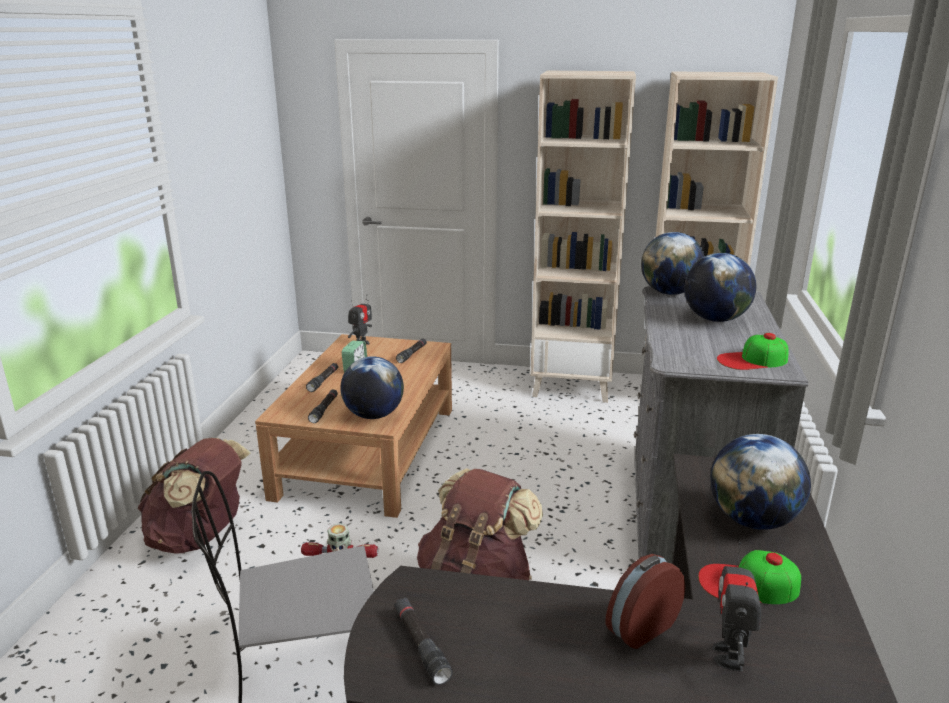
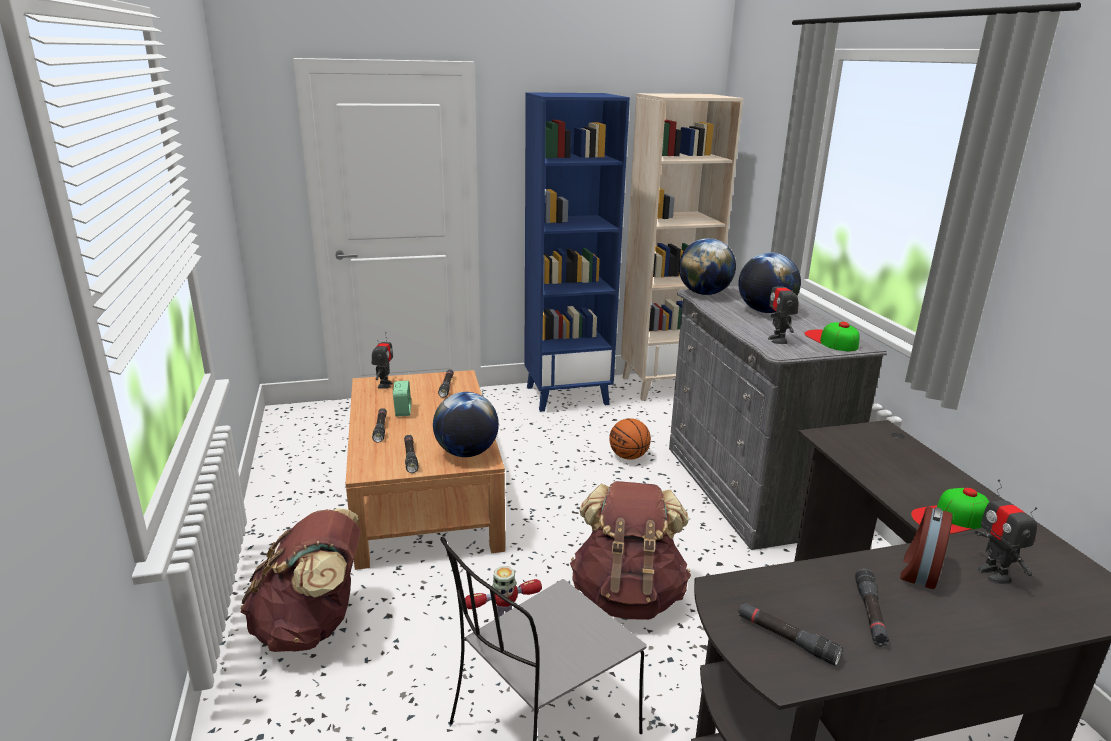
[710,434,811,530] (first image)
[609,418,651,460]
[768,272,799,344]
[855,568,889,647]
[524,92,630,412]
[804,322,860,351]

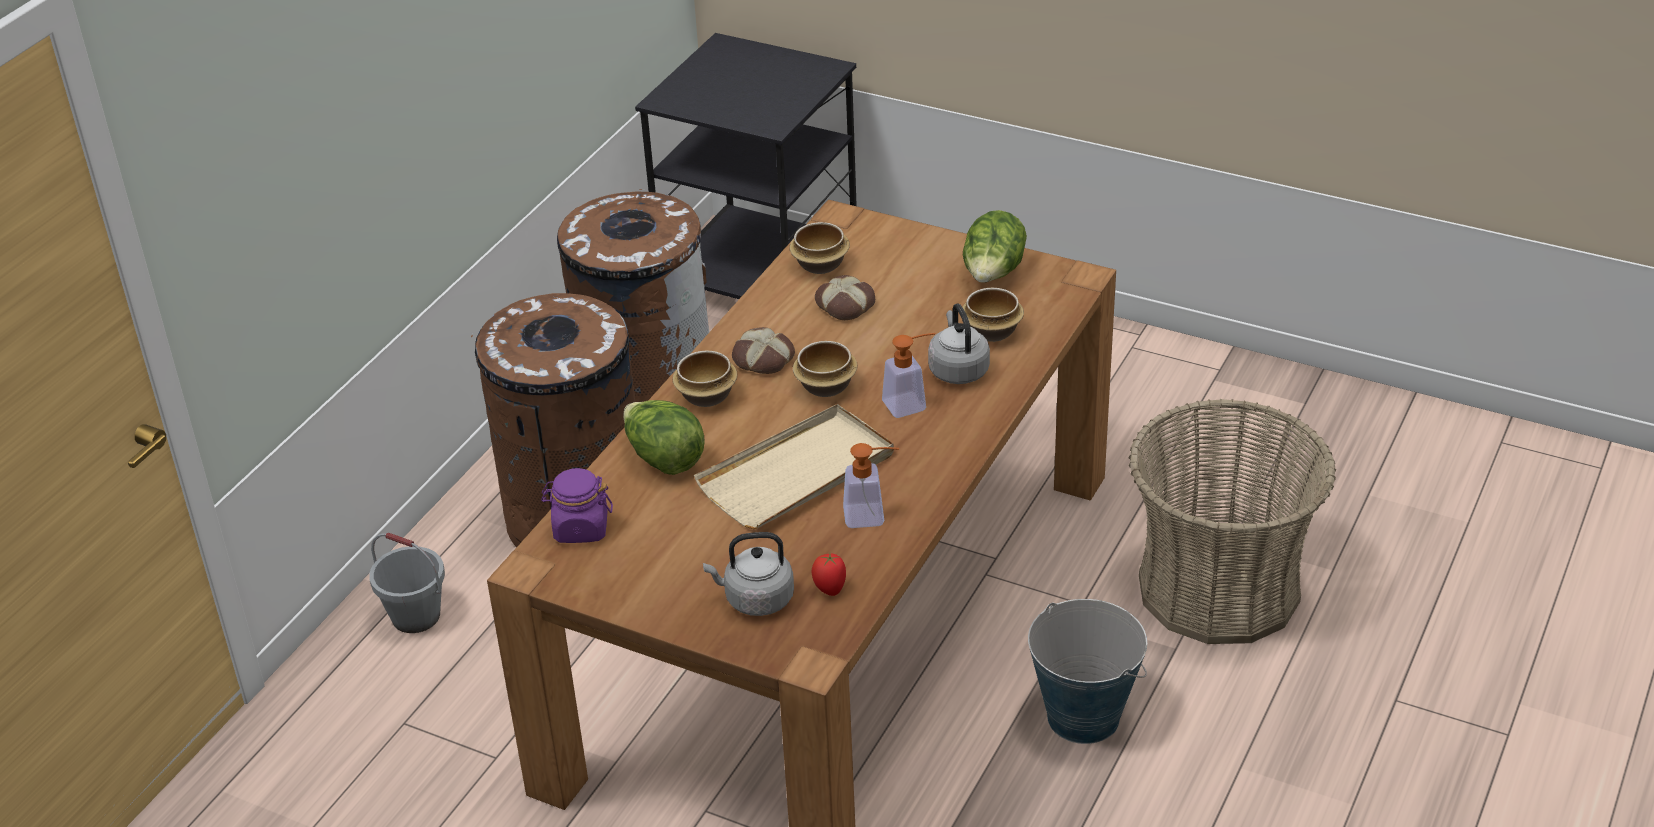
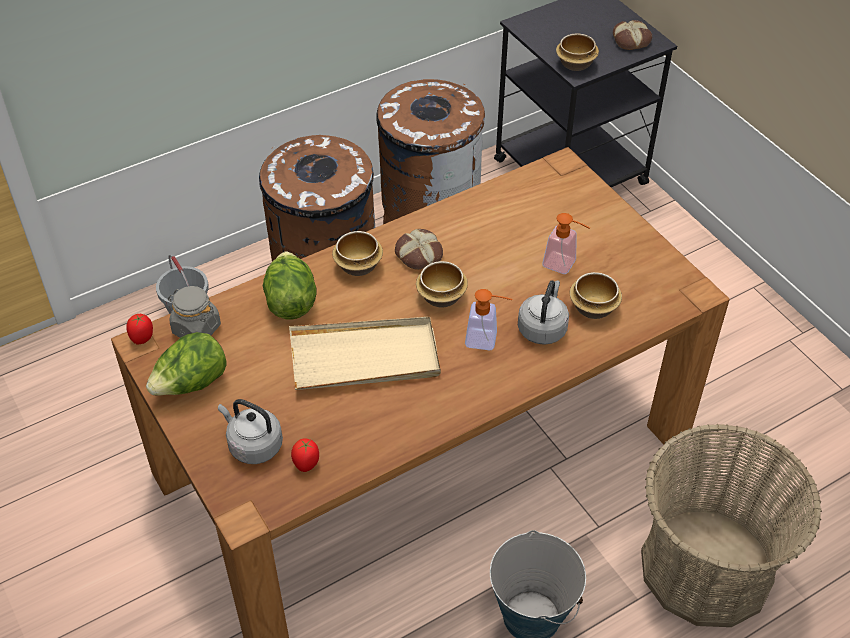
[126,314,153,345]
[556,34,599,71]
[613,20,652,50]
[542,213,590,274]
[146,332,227,396]
[168,286,221,338]

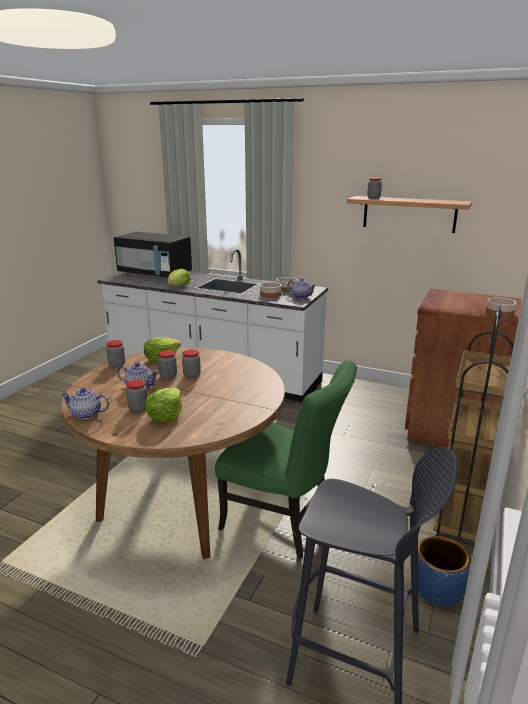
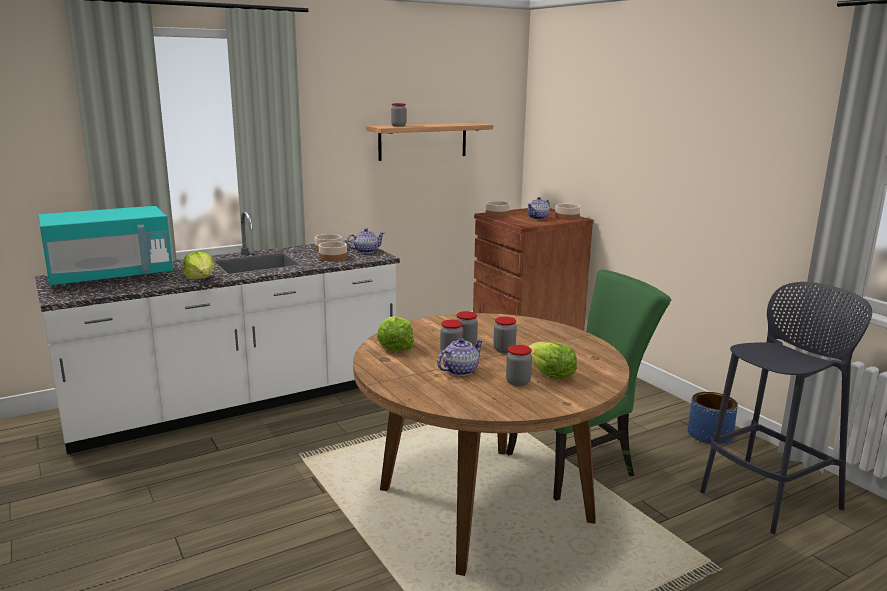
[433,305,513,545] (first image)
[486,201,510,217]
[527,197,550,220]
[493,317,517,353]
[38,206,173,286]

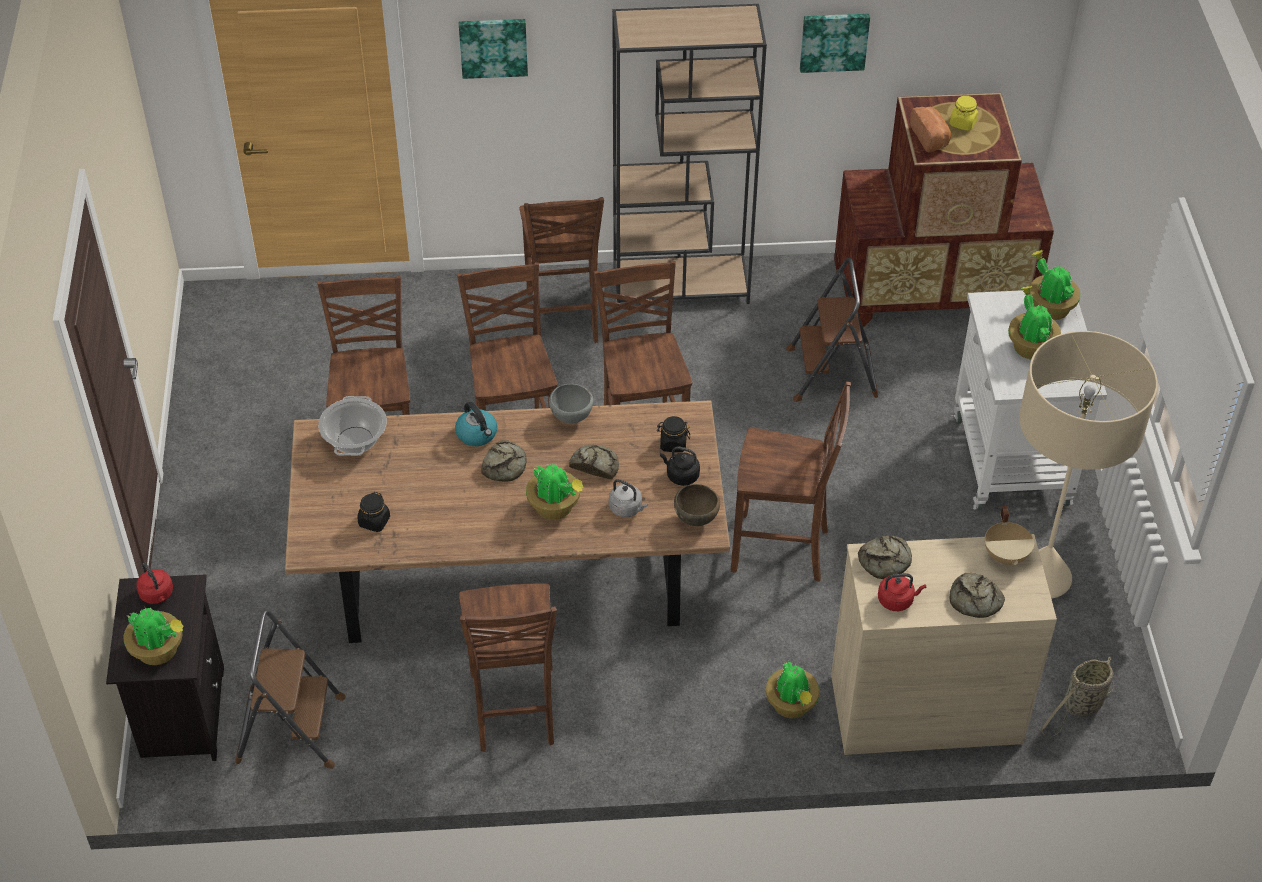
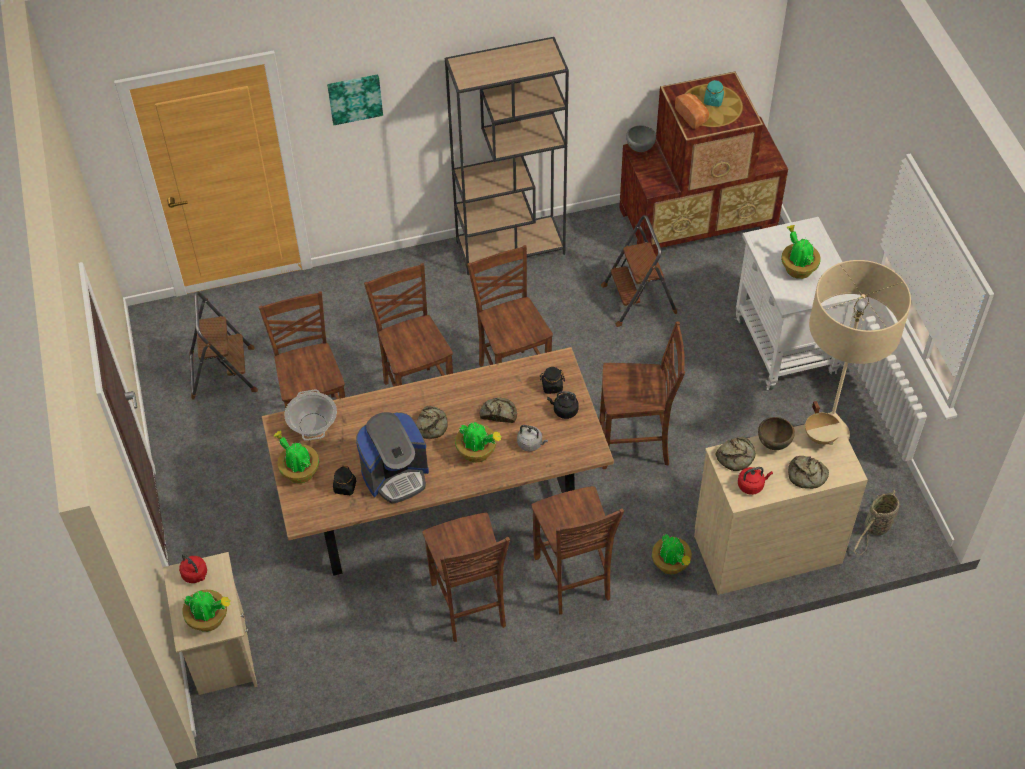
[455,402,497,446] (first image)
[800,14,870,73] (first image)
[356,412,429,504]
[189,291,258,400]
[531,486,624,615]
[626,125,656,152]
[758,417,795,450]
[273,431,319,483]
[163,552,258,695]
[704,80,724,107]

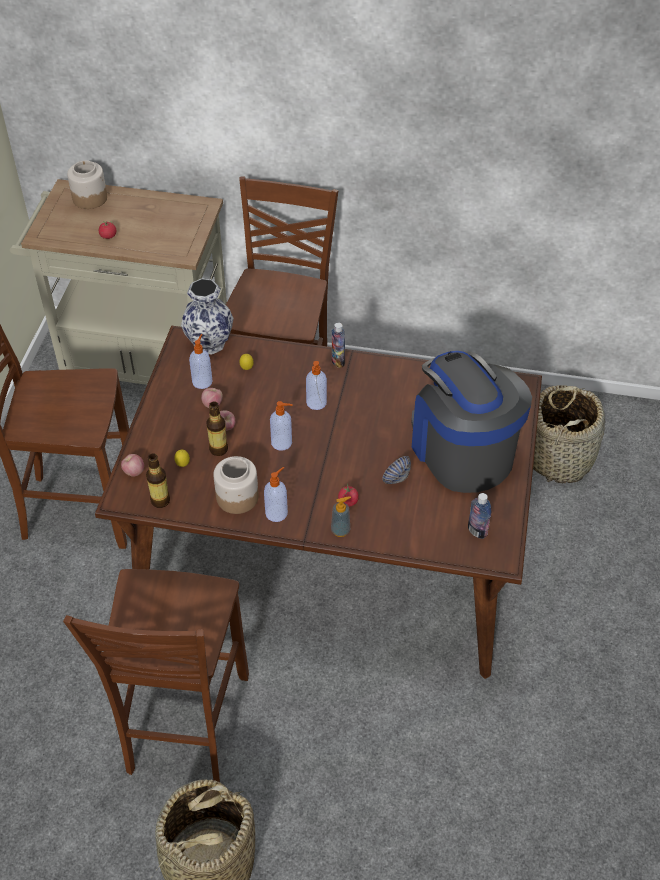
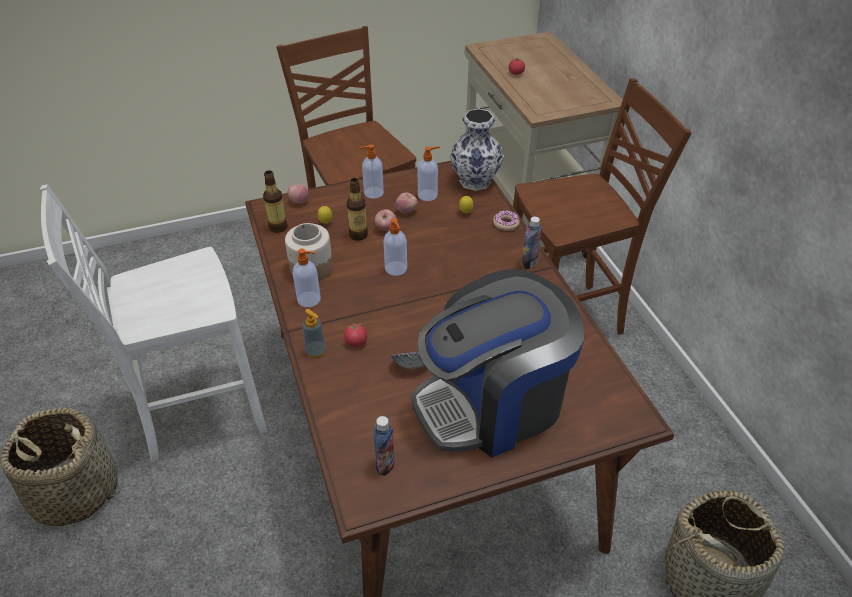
[67,160,107,209] (first image)
[493,210,520,231]
[359,144,384,199]
[40,184,267,462]
[411,269,584,457]

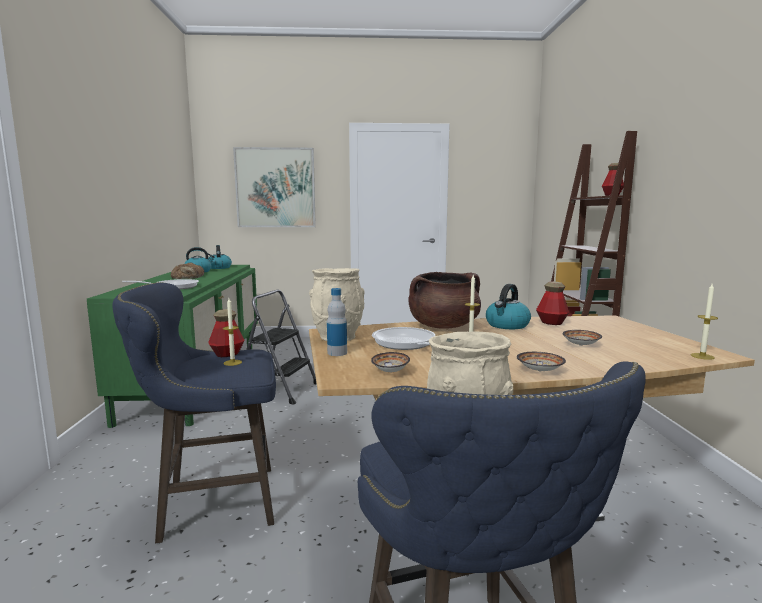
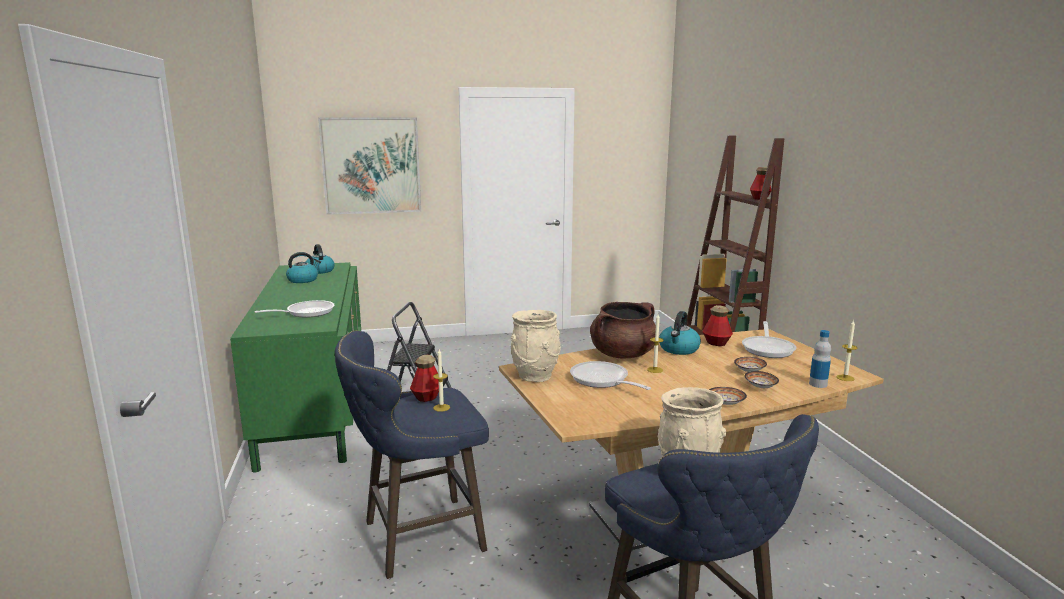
[171,263,204,279] (first image)
[742,321,796,358]
[809,330,831,388]
[745,371,779,388]

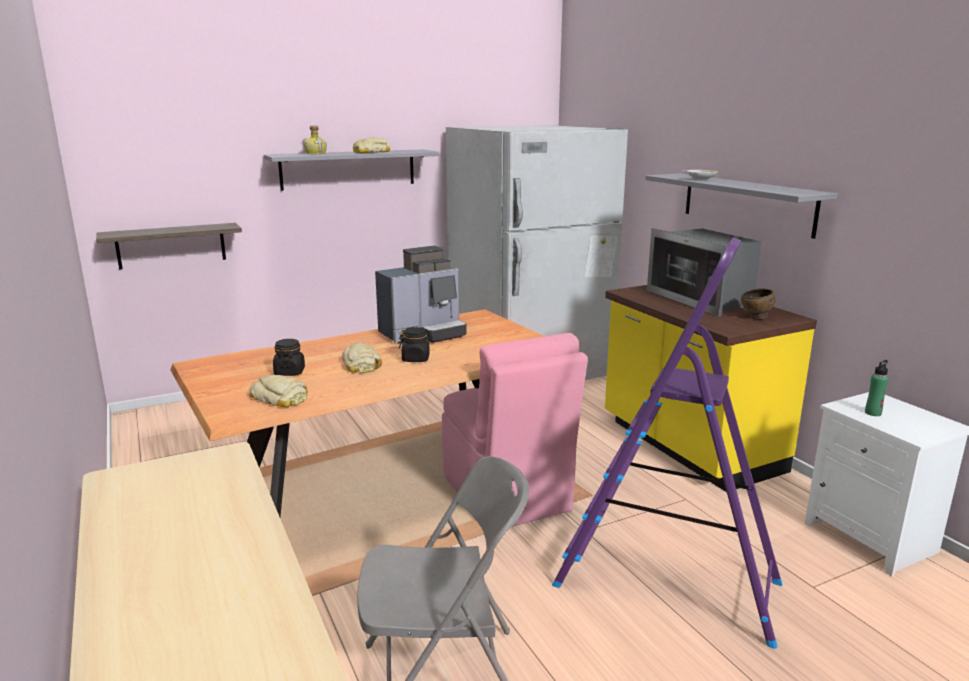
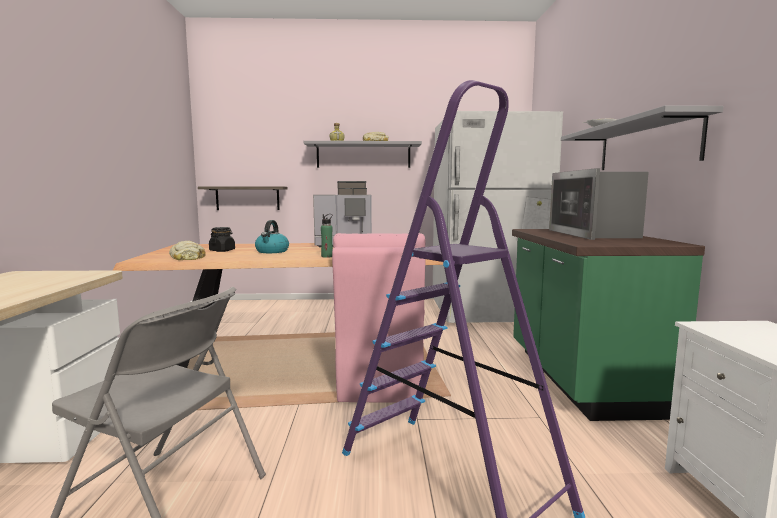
[398,327,433,362] (first image)
[741,288,776,319] (first image)
[321,214,333,258]
[255,220,289,253]
[512,229,705,421]

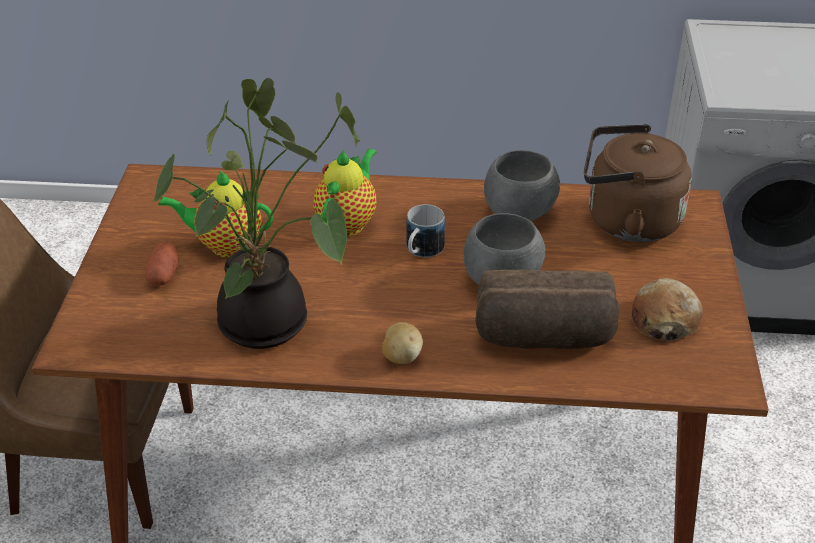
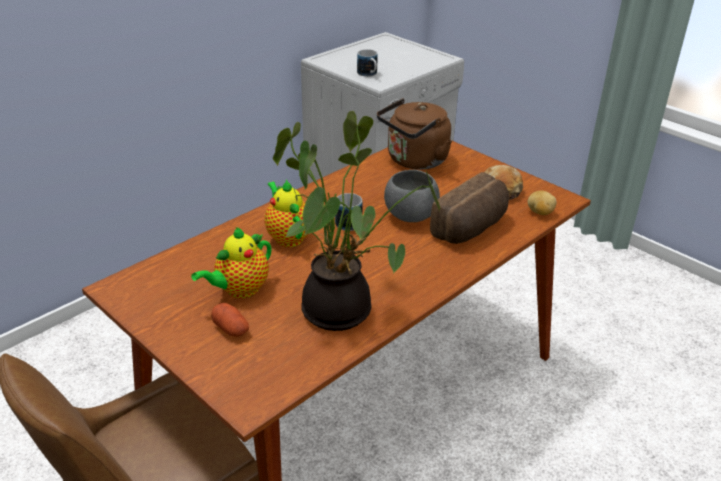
[484,150,560,221] (first image)
[357,49,377,77]
[528,191,557,215]

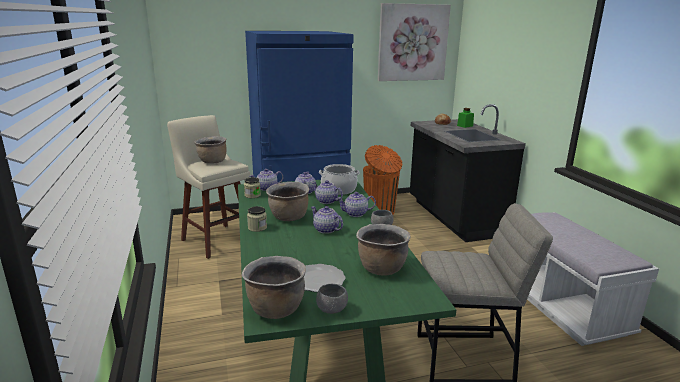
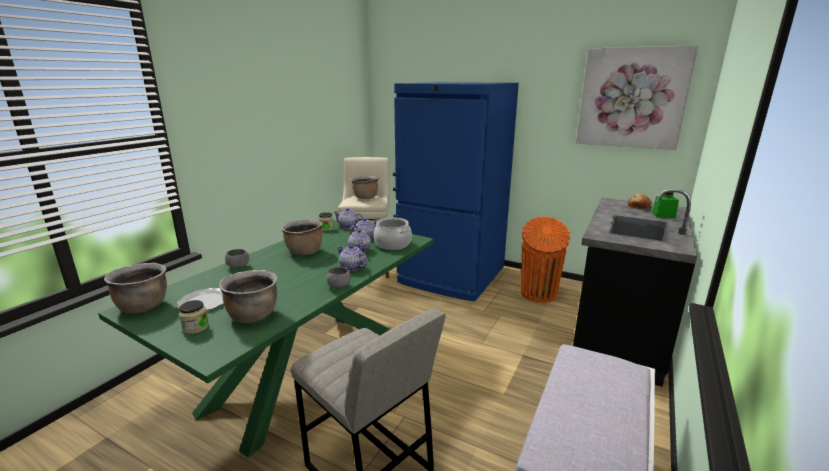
[311,206,343,234] (first image)
[179,300,209,334]
[225,249,249,268]

